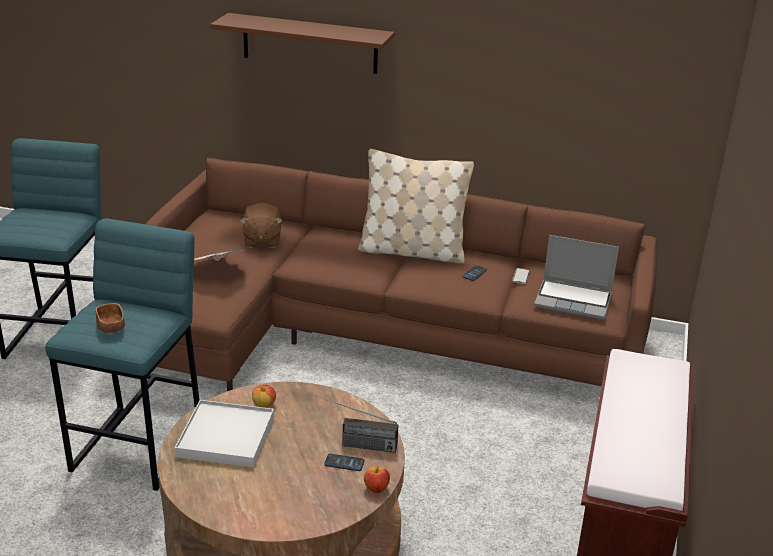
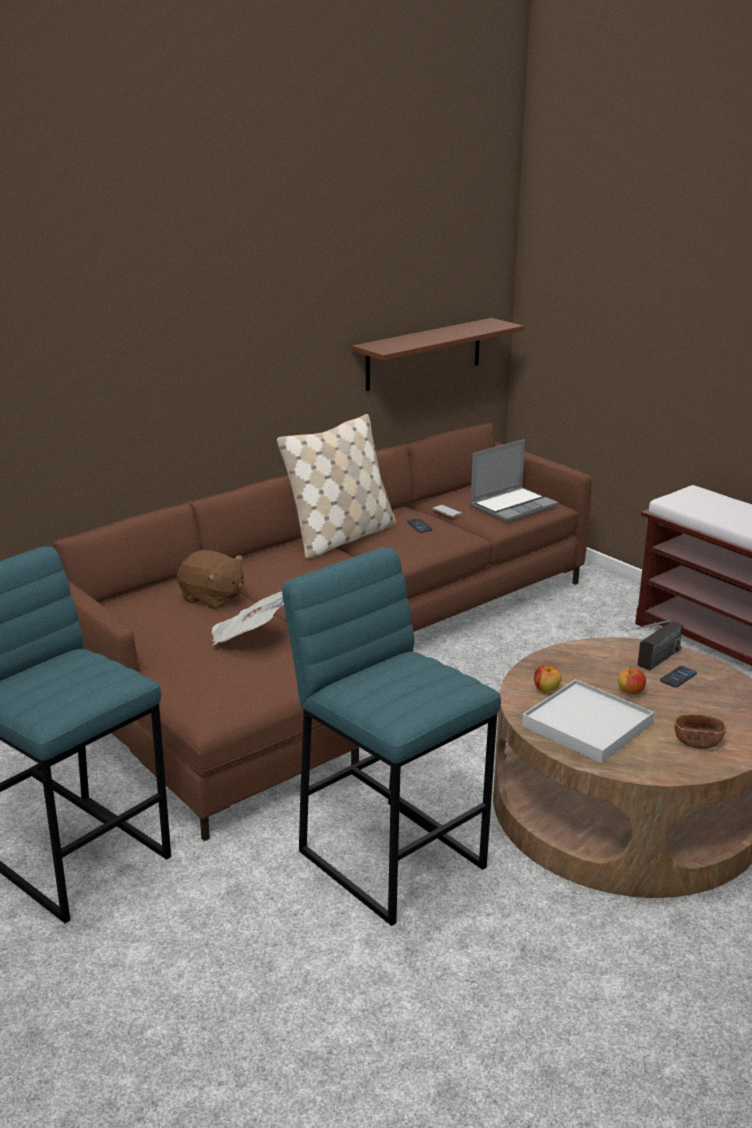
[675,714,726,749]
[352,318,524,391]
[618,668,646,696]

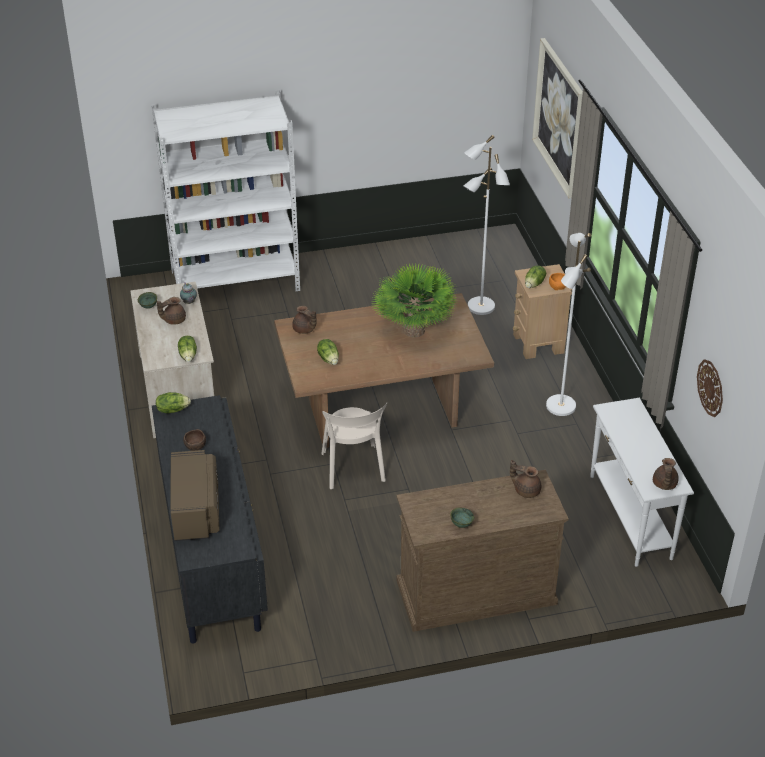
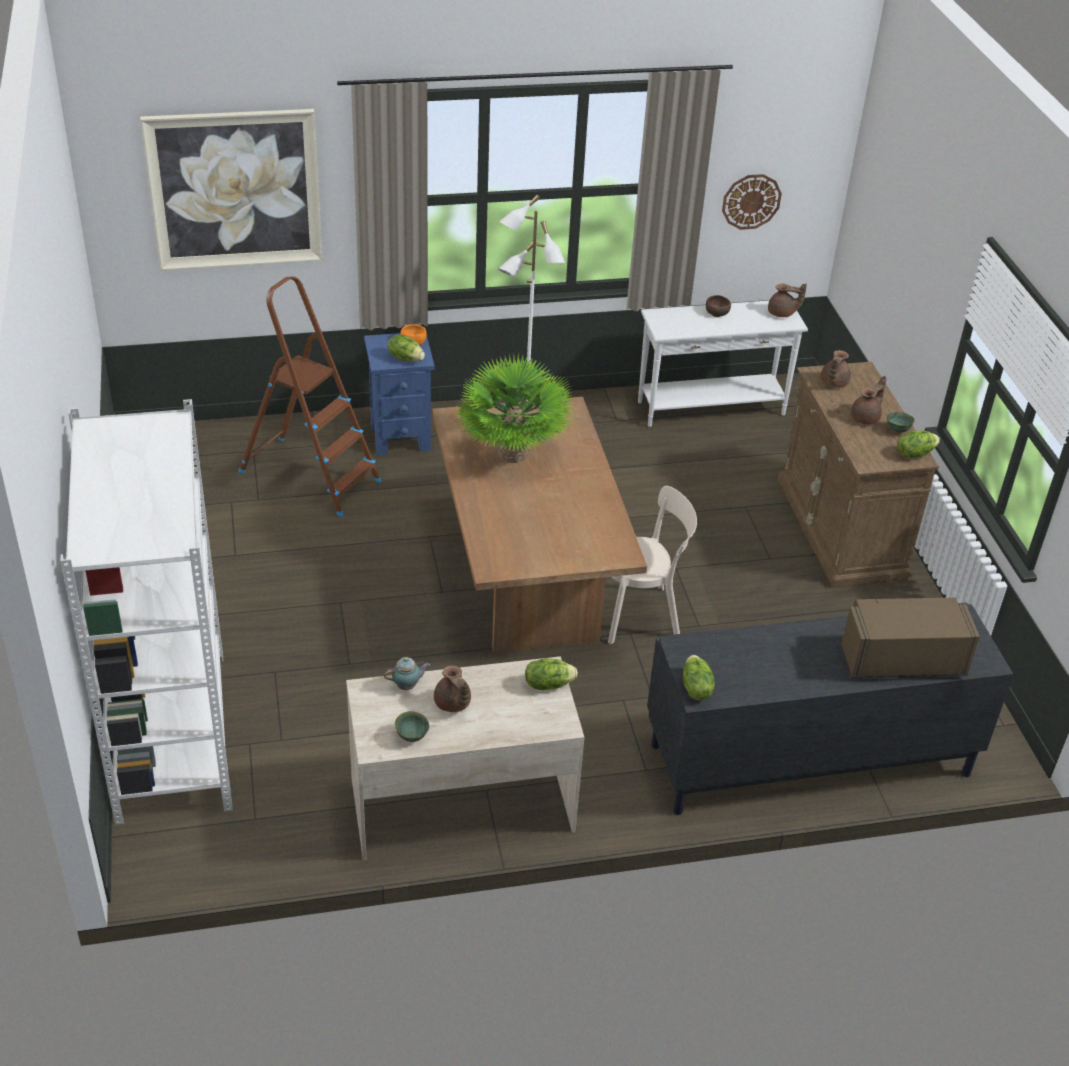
[706,295,731,317]
[851,376,887,425]
[897,430,940,458]
[239,277,382,517]
[364,333,435,455]

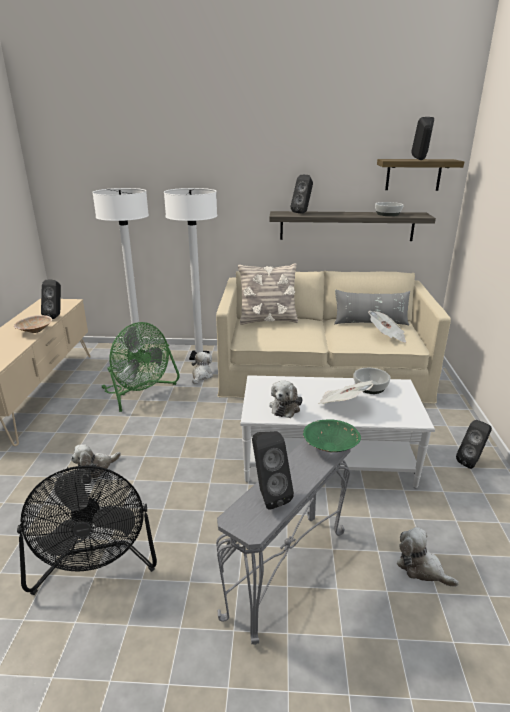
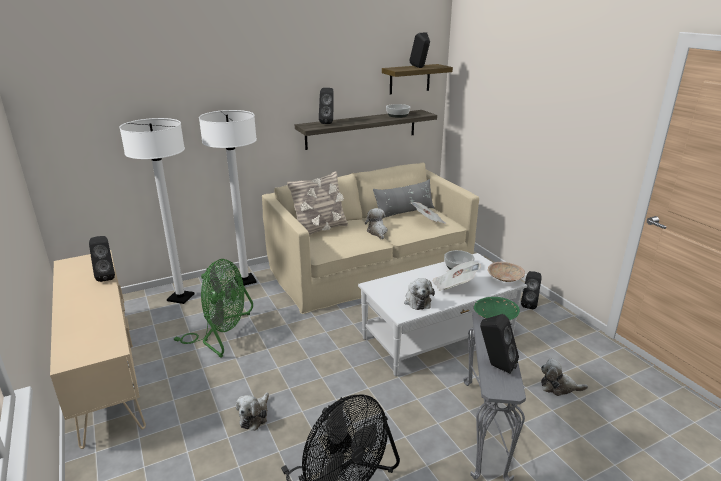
[488,262,525,282]
[365,208,388,240]

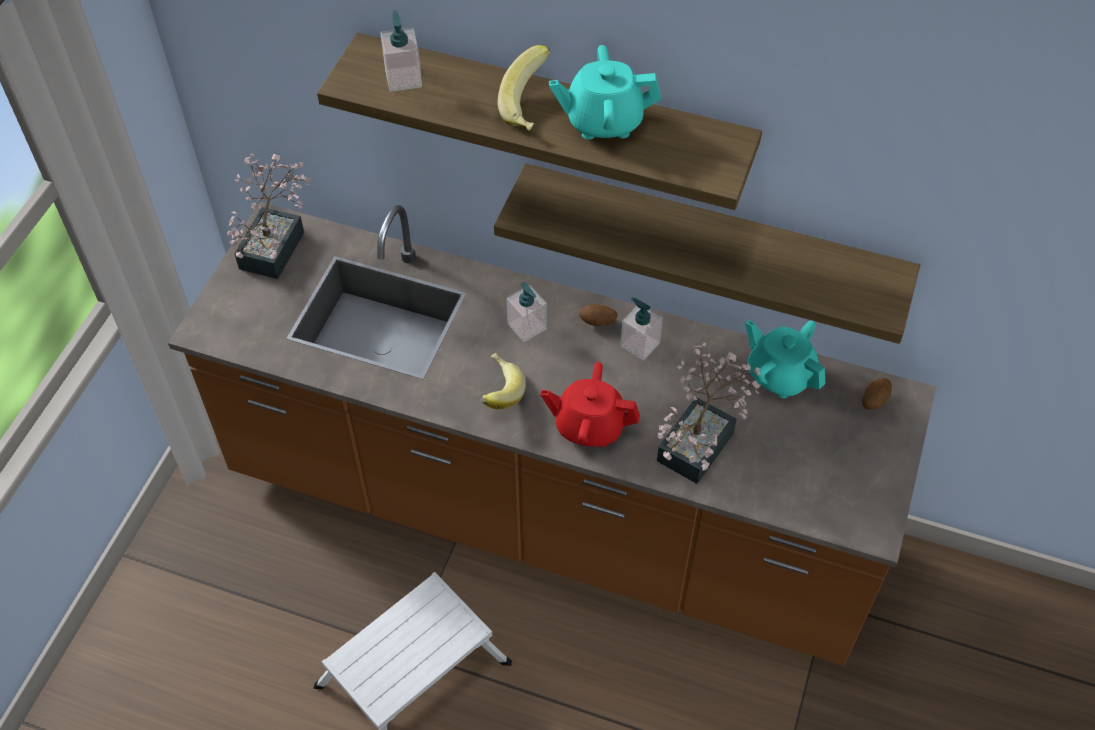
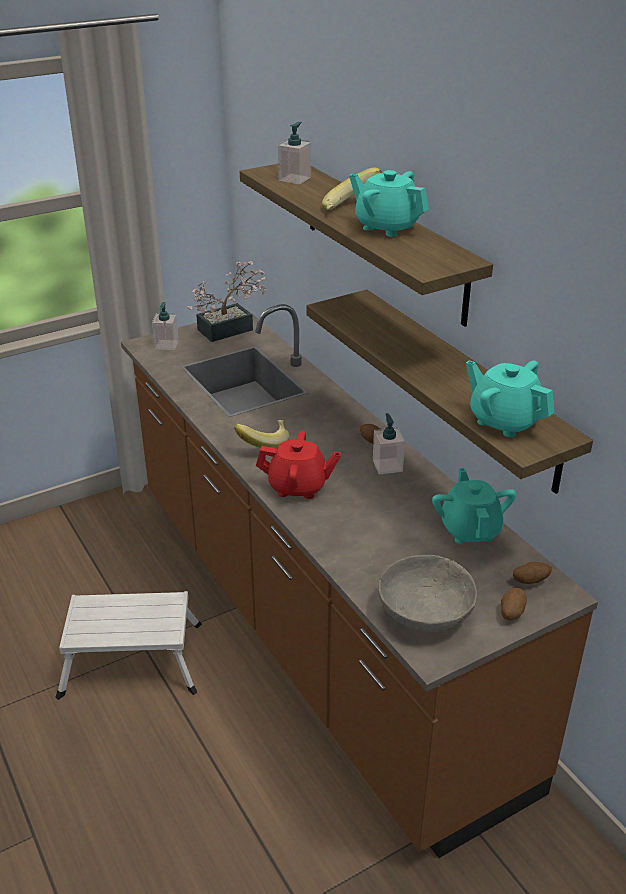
[657,342,761,484] (first image)
[378,555,477,632]
[466,360,554,437]
[501,588,527,620]
[152,302,179,350]
[256,431,341,499]

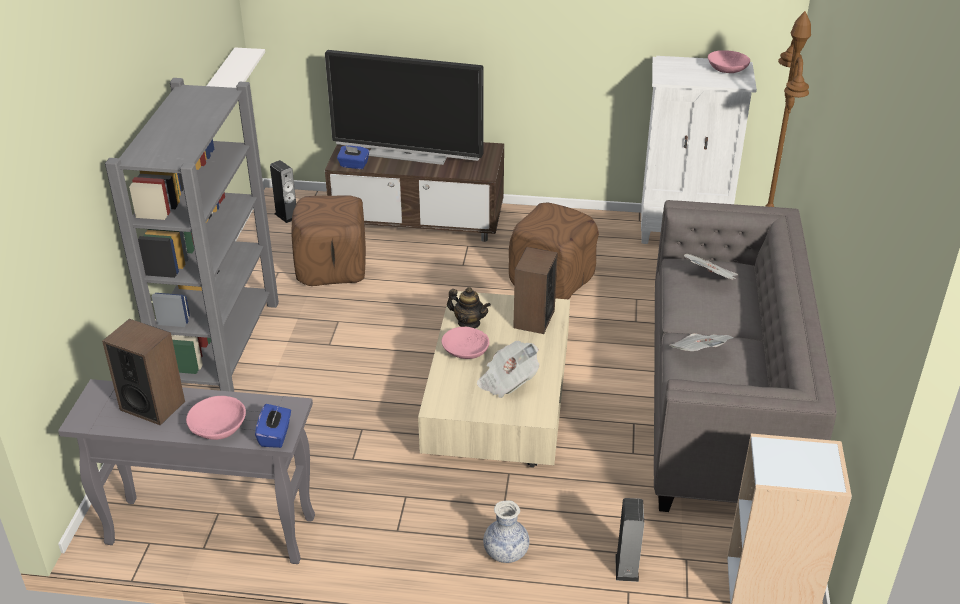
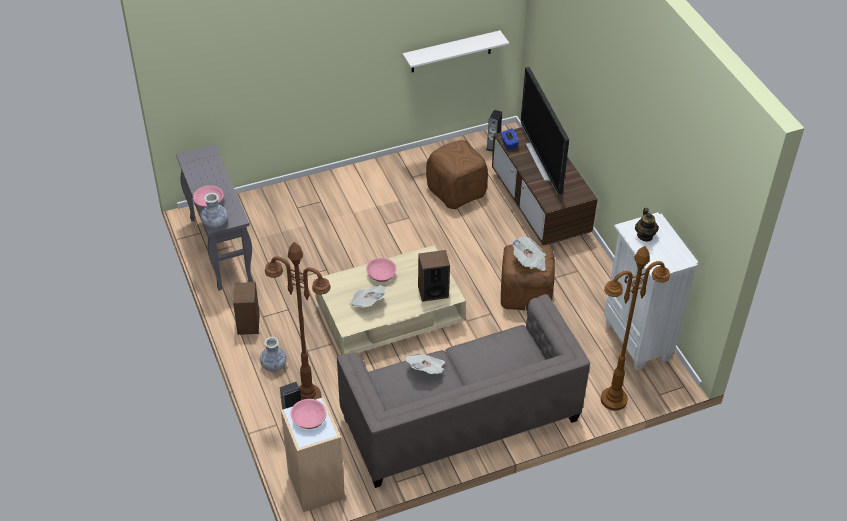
[105,78,279,392] (first image)
[265,242,331,400]
[233,282,260,335]
[635,208,659,241]
[512,236,546,271]
[291,399,326,429]
[201,193,228,228]

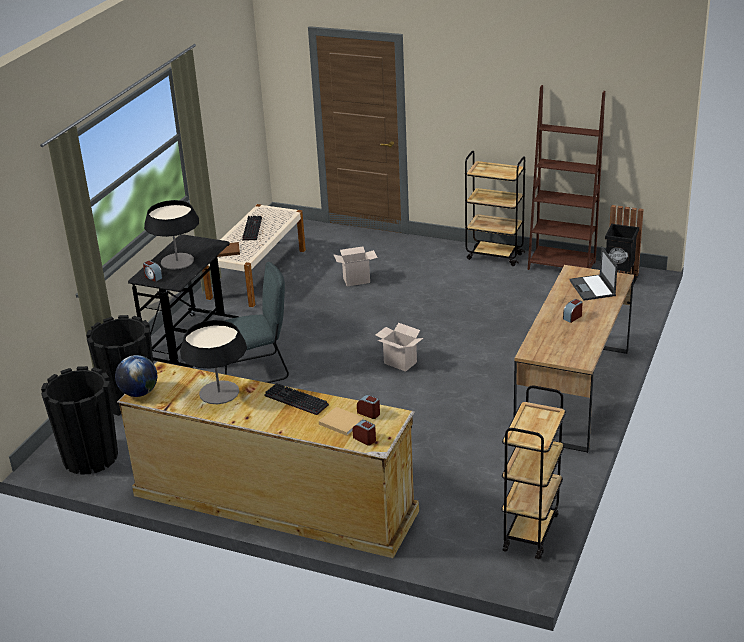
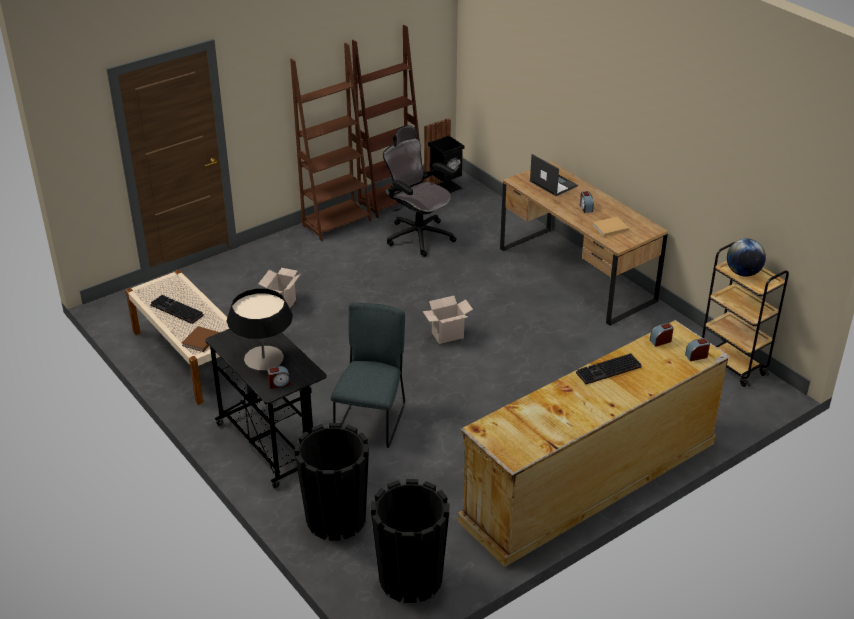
[180,320,247,404] (first image)
[383,126,456,257]
[727,239,766,277]
[593,217,629,237]
[290,43,372,241]
[530,154,578,196]

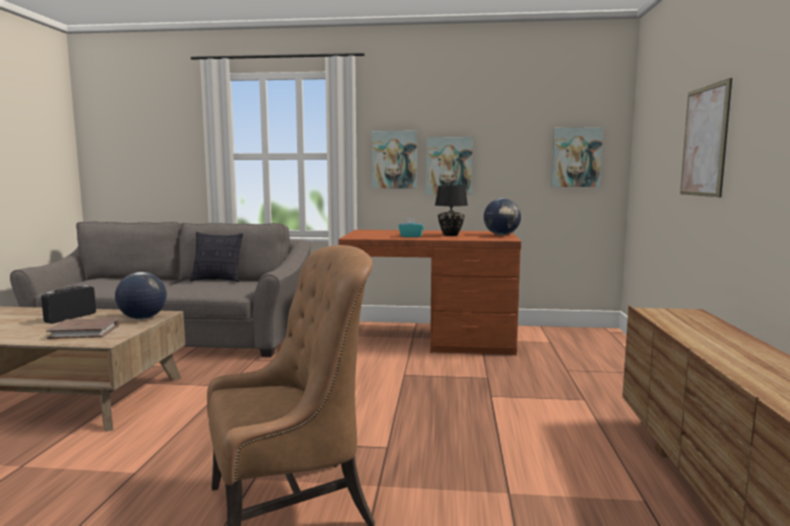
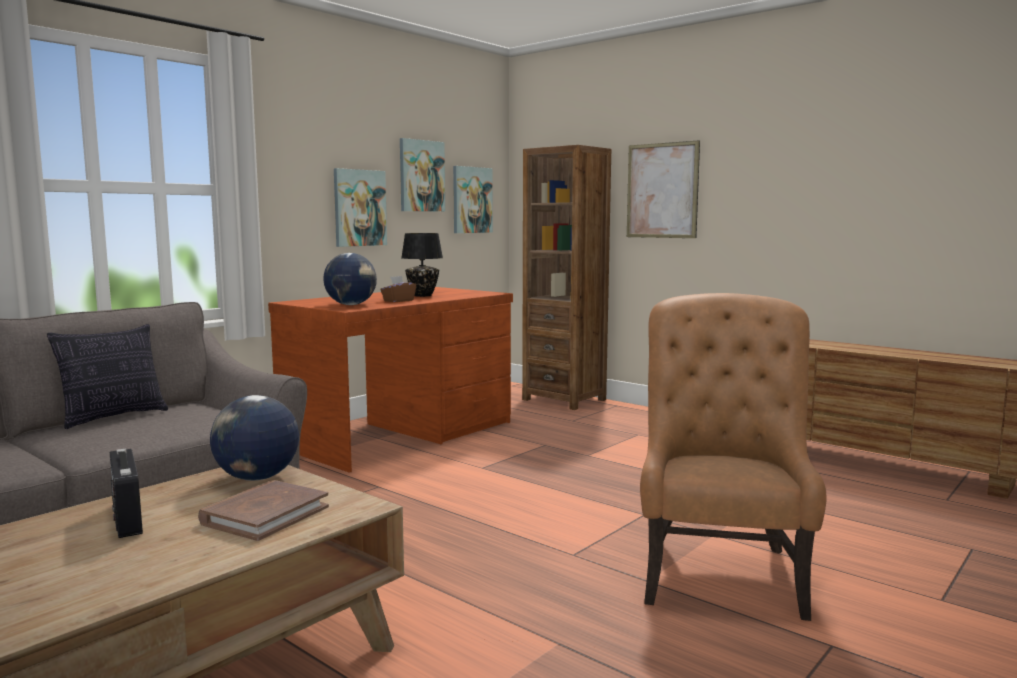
[522,145,611,410]
[400,138,445,212]
[323,253,377,305]
[380,276,416,302]

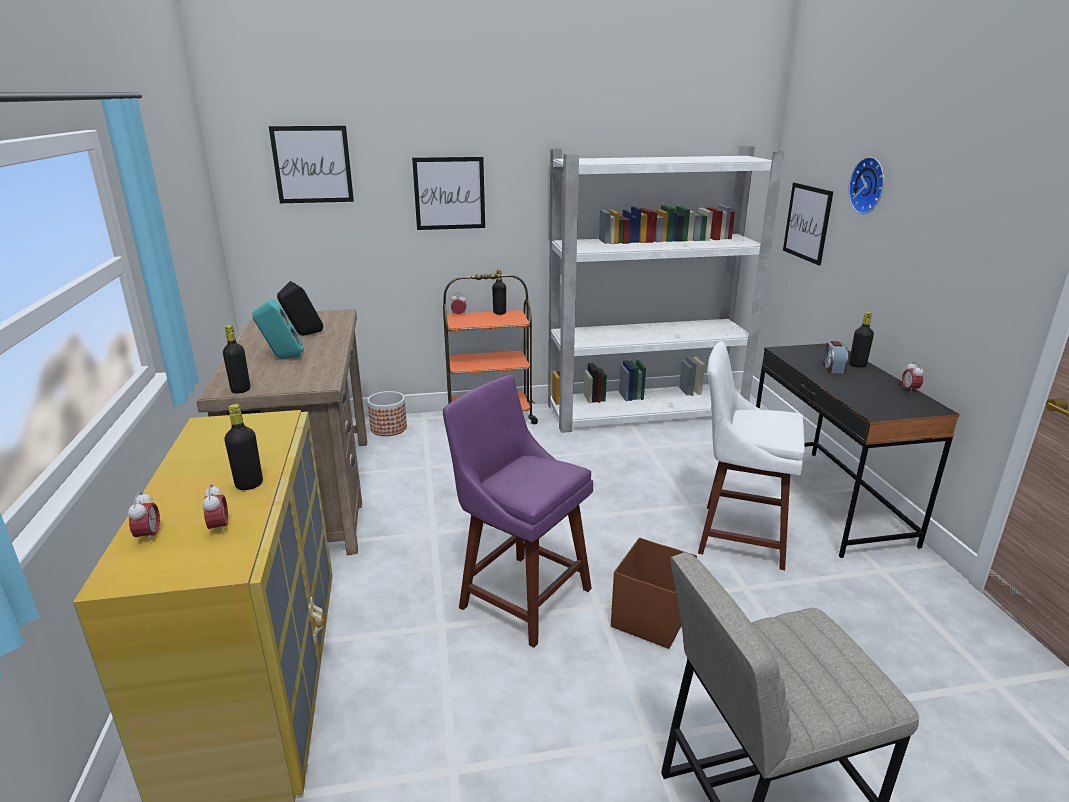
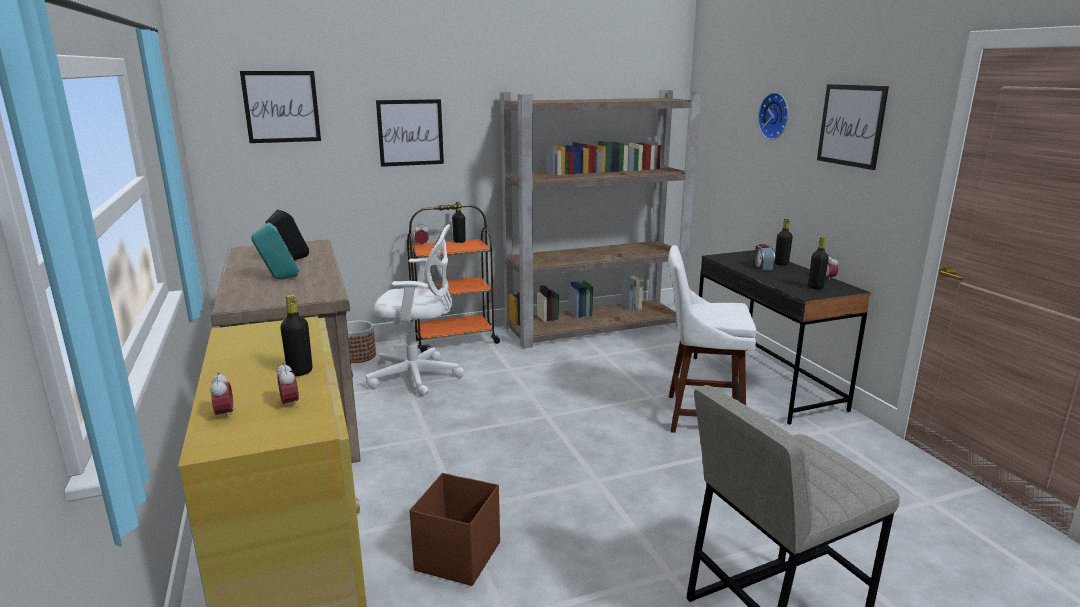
[443,375,593,648] (first image)
[365,224,464,397]
[808,237,829,290]
[409,473,500,586]
[817,84,889,170]
[500,90,701,348]

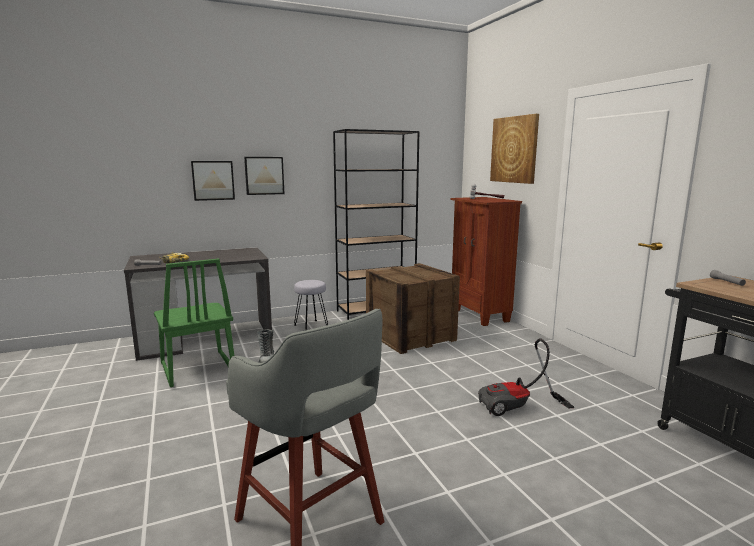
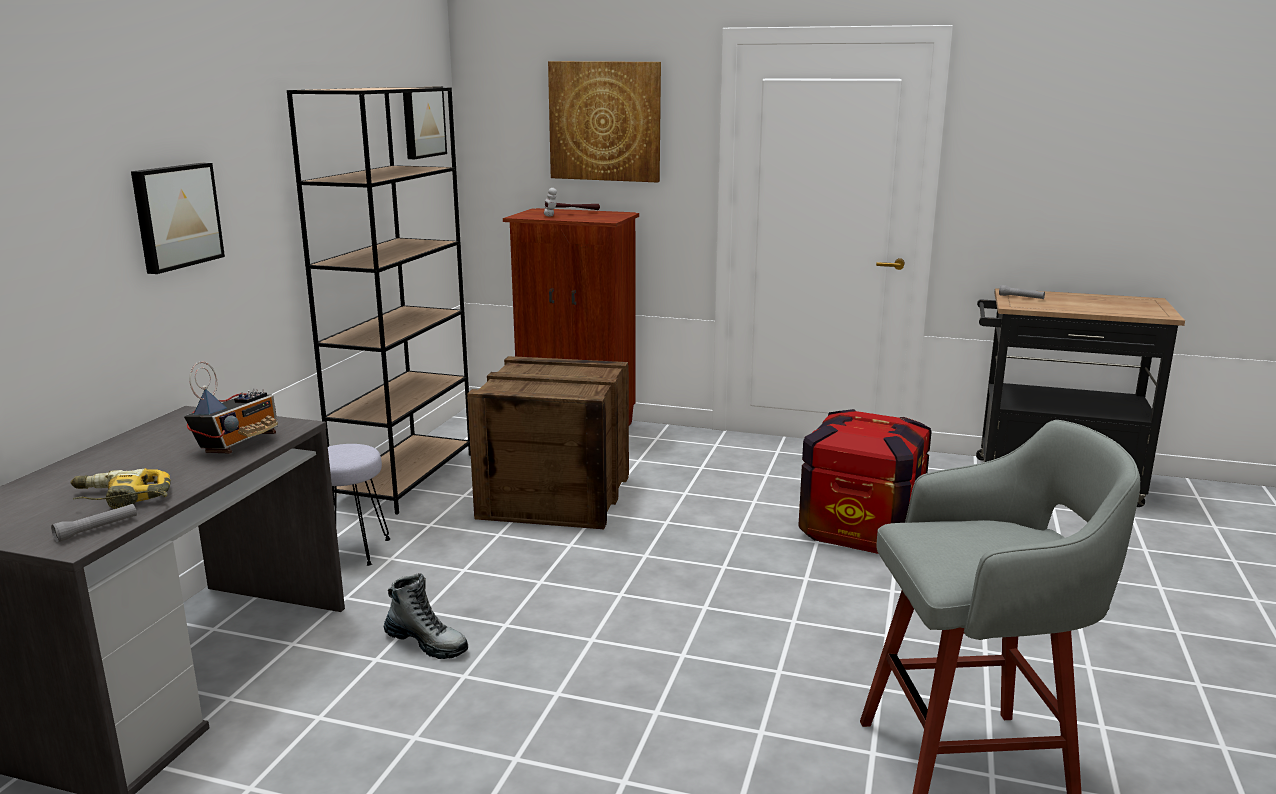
[154,258,234,387] (first image)
[184,361,278,454]
[403,86,447,159]
[798,409,932,554]

